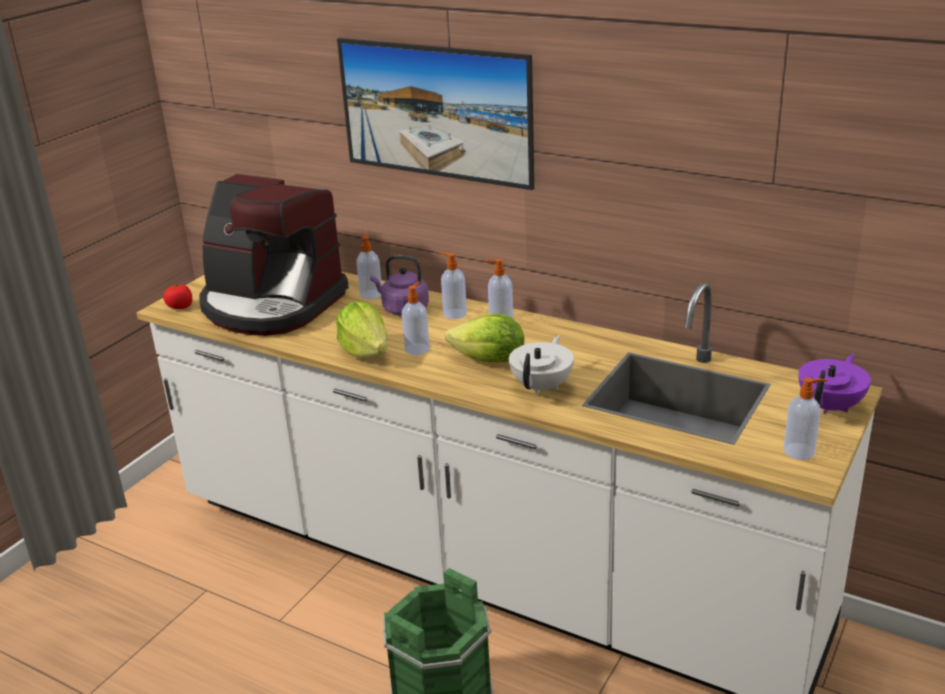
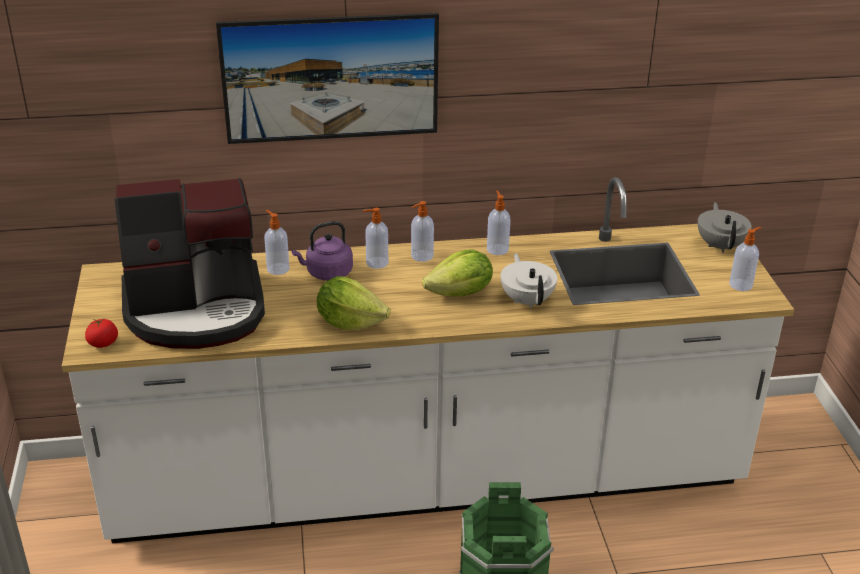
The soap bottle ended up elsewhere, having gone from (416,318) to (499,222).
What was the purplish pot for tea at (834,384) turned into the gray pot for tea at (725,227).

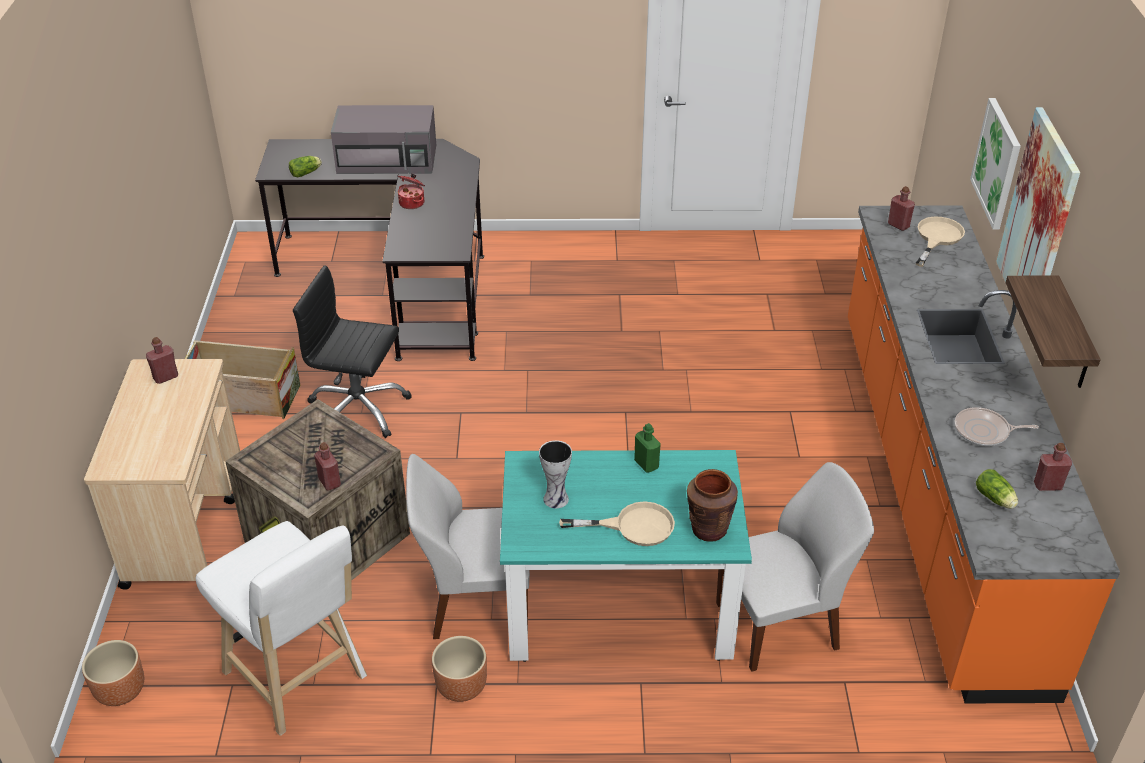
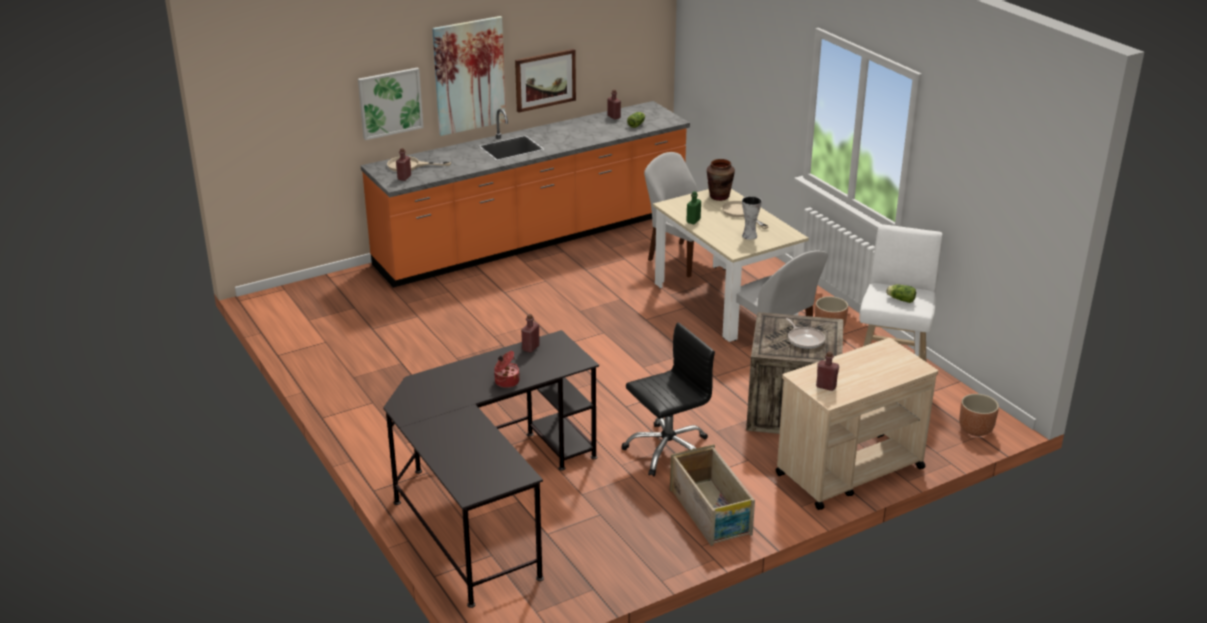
The second view lost the gray microwave oven at (383,139).
The lettuce ended up elsewhere, having gone from (305,166) to (901,294).
The red beverage bottle ended up elsewhere, having gone from (327,466) to (530,333).
The frying pan ended up elsewhere, having gone from (996,426) to (805,333).
Where the shelf hung at (1053,331), the wall picture came to hang at (545,81).
What was the turquoise kitchen table at (626,556) turned into the sand-coloured kitchen table at (731,265).
The black-coloured desk chair at (352,351) ended up facing another way, 105 degrees counterclockwise from before.

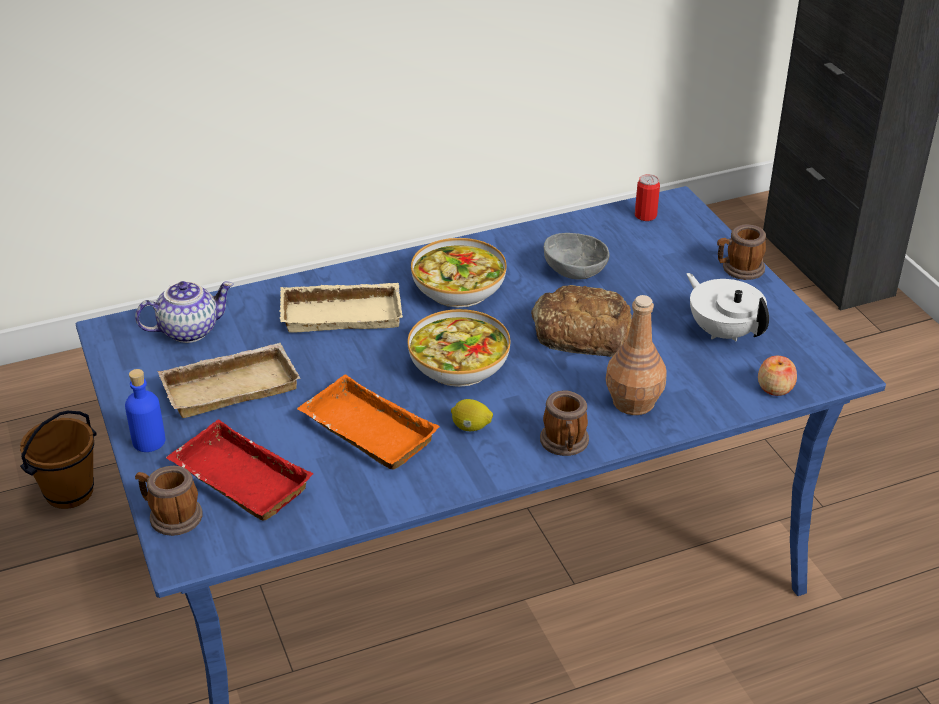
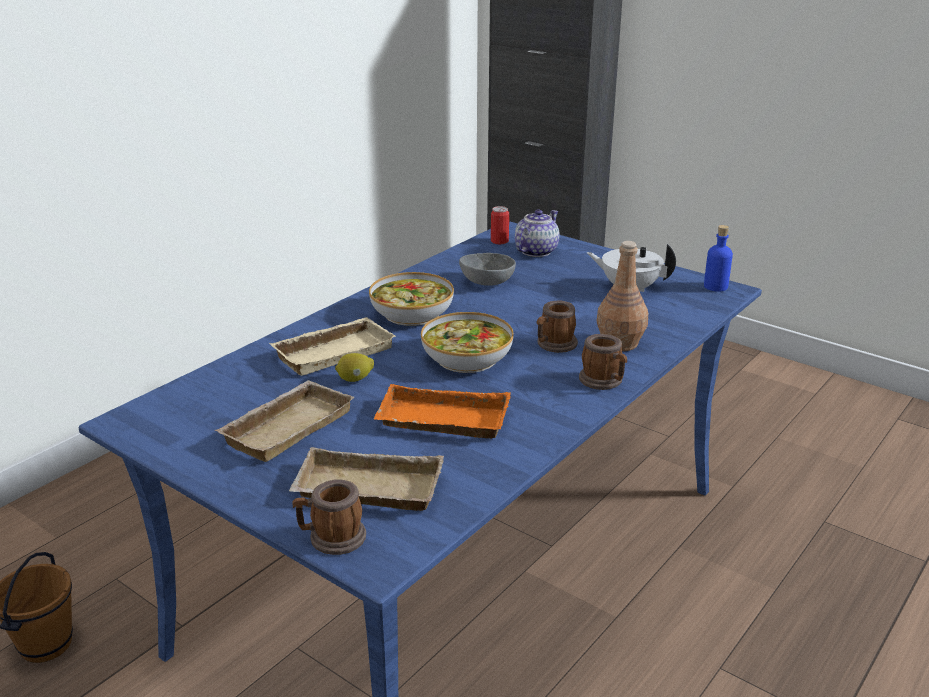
The second view lost the bread at (581,321).
The second view lost the whole apple at (777,376).
The blue-coloured beverage bottle ended up elsewhere, having gone from (145,410) to (718,258).
The pot for tea ended up elsewhere, having gone from (184,312) to (537,233).
The citrus fruit ended up elsewhere, having gone from (472,415) to (354,367).
The coffee mug ended up elsewhere, having gone from (741,252) to (557,326).
What was the red tray at (239,470) turned into the sand-coloured tray at (366,479).

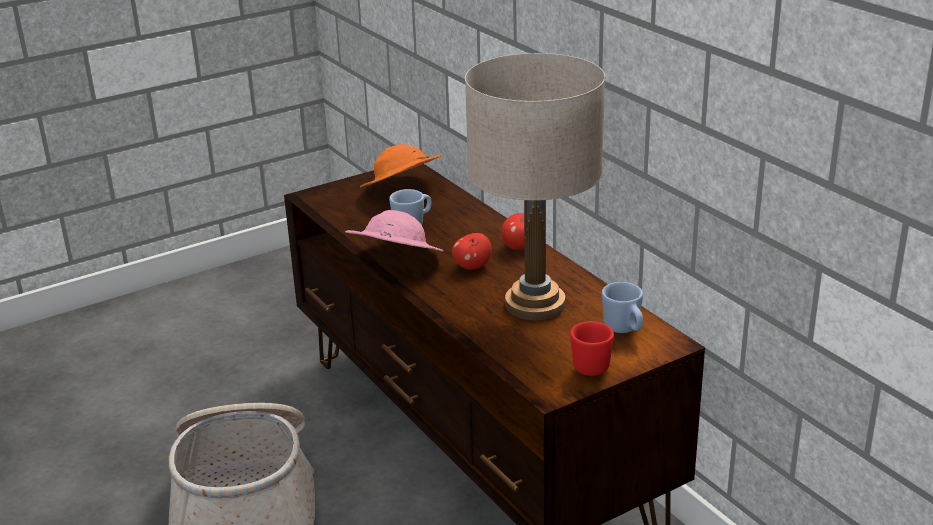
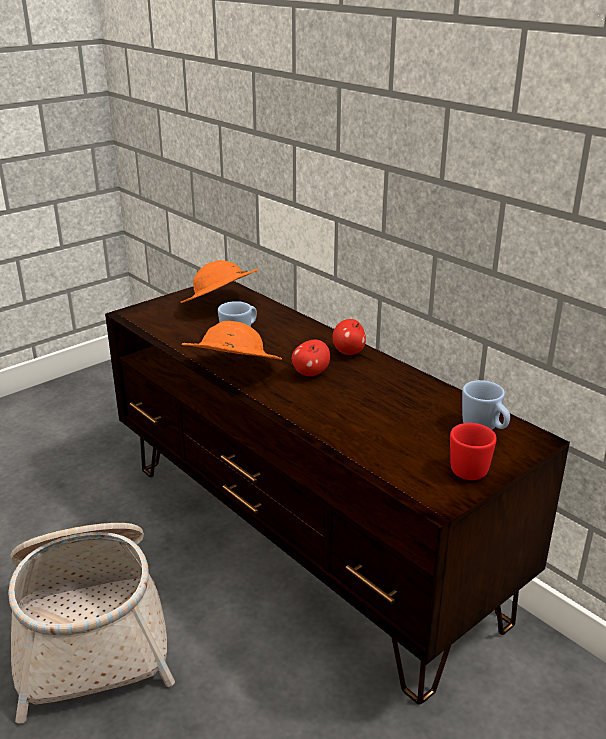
The second view lost the sand-coloured tabletop lamp at (535,186).
What was the pink hat at (394,230) turned into the orange-coloured hat at (232,340).

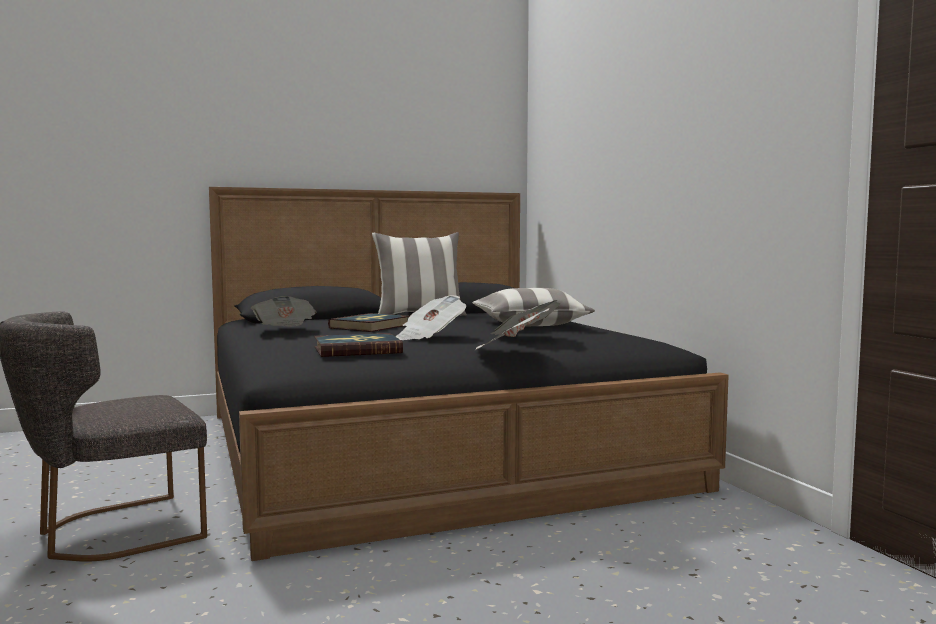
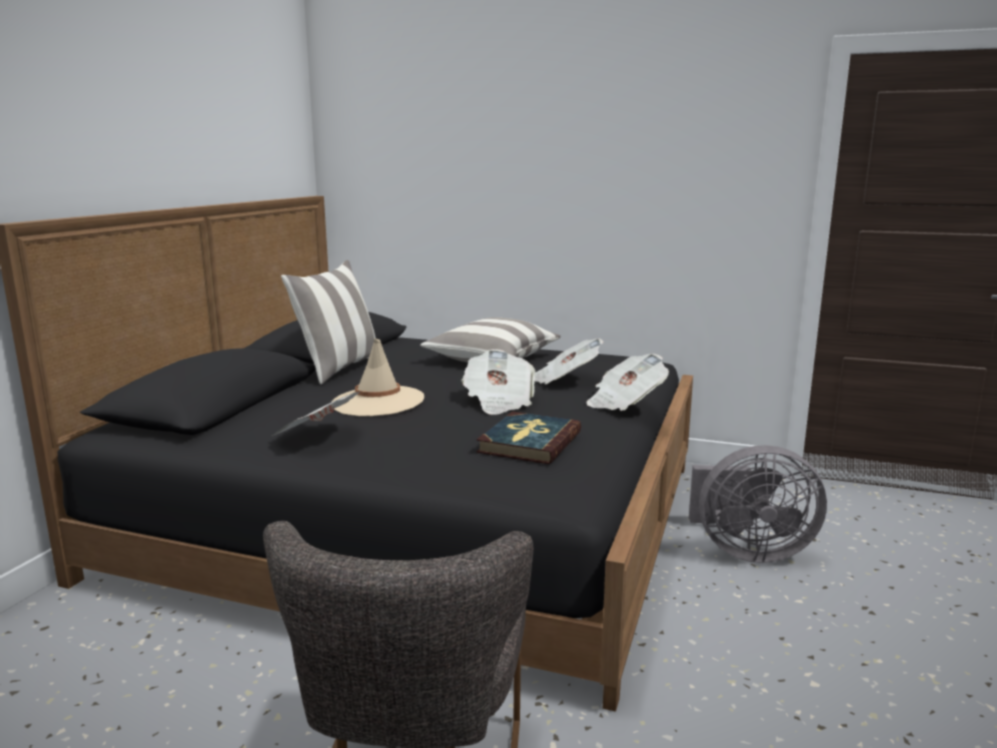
The second view gained the gray fan at (758,504).
Where the bound book stood at (368,322), the sand-coloured hat came to stand at (378,377).

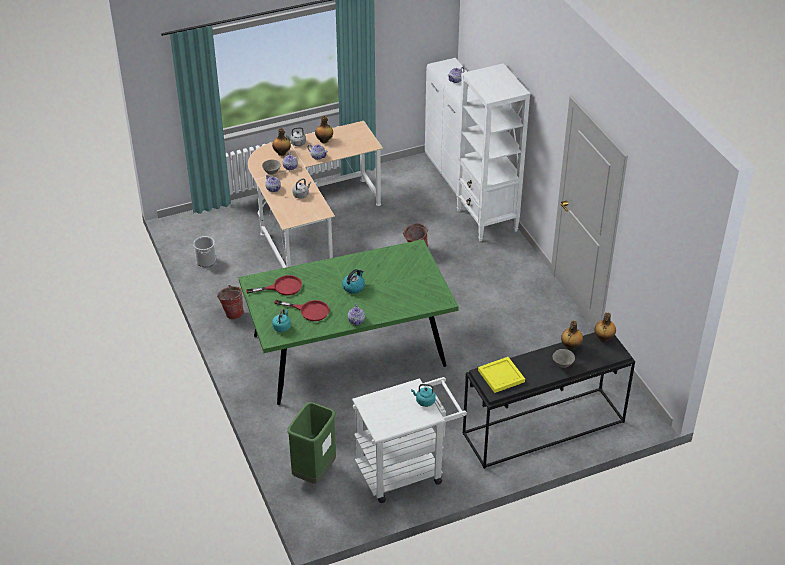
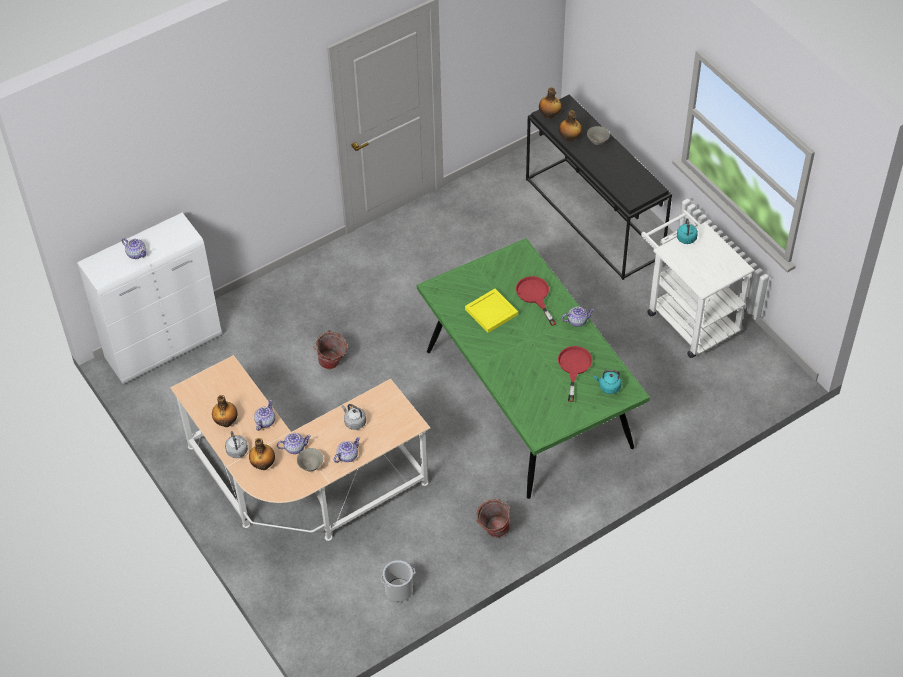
The second view lost the green rubbish bin at (311,443).
The second view lost the kettle at (353,281).
The second view lost the white-coloured bookcase at (493,152).
The red frying pan ended up elsewhere, having gone from (274,285) to (536,301).
The yellowish tray ended up elsewhere, having gone from (501,375) to (491,311).

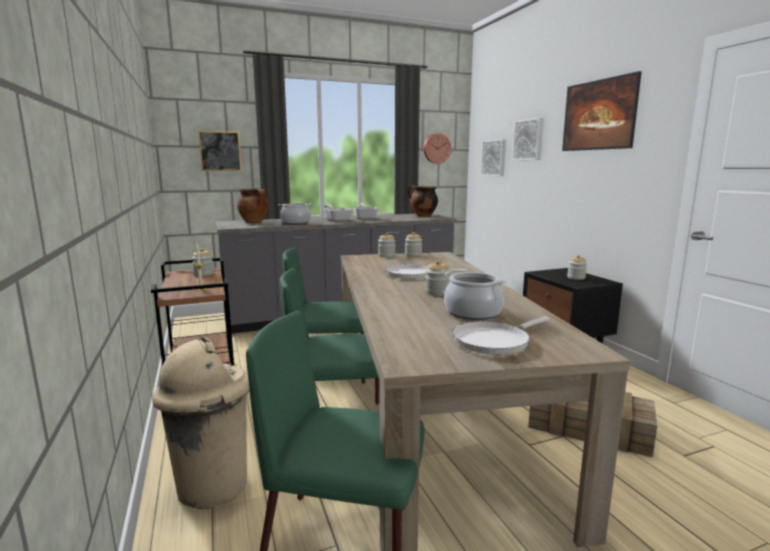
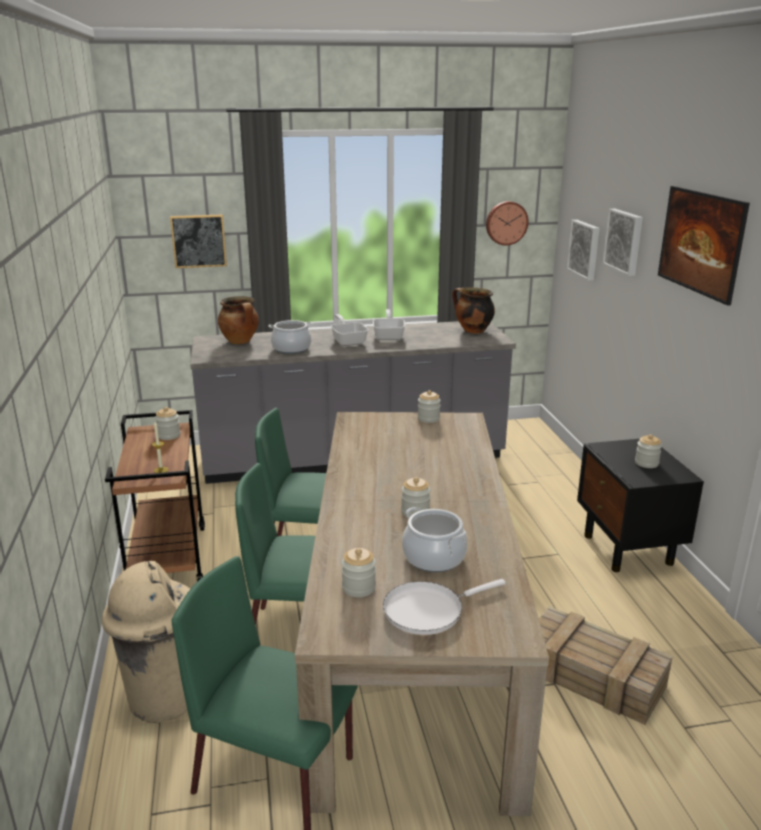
The second view lost the white-coloured frying pan at (426,271).
The storage jar ended up elsewhere, having gone from (387,245) to (359,572).

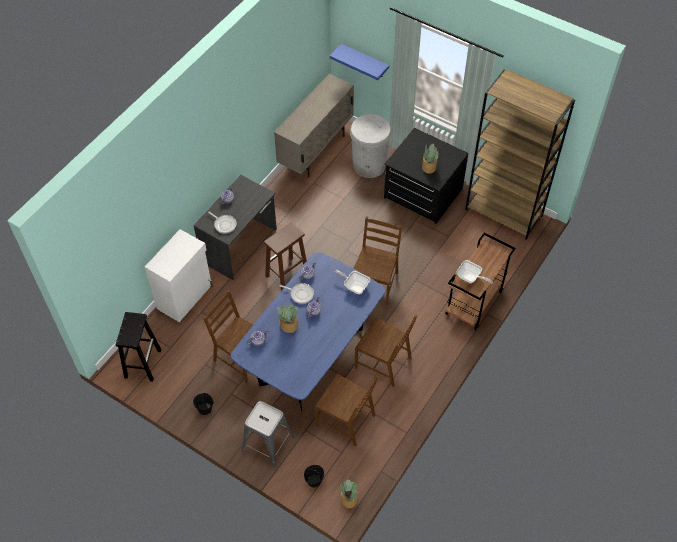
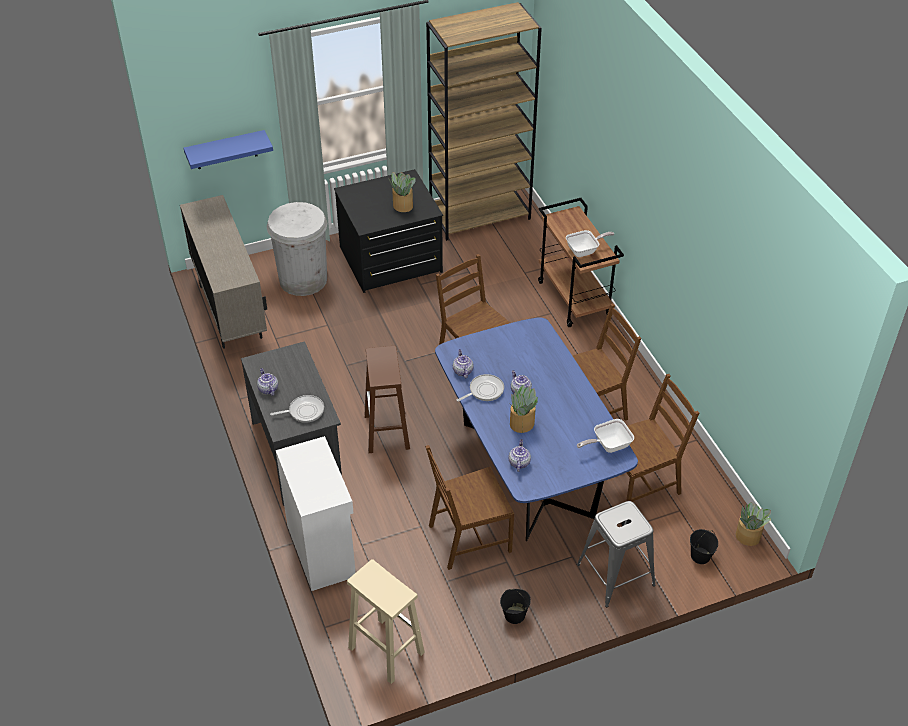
The frying pan ended up elsewhere, having gone from (352,282) to (605,436).
What was the black-coloured stool seat at (139,347) turned into the sand-coloured stool seat at (386,621).

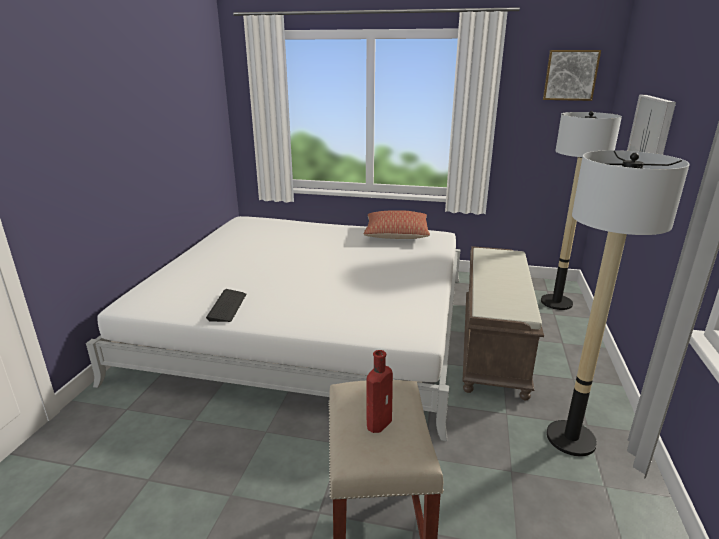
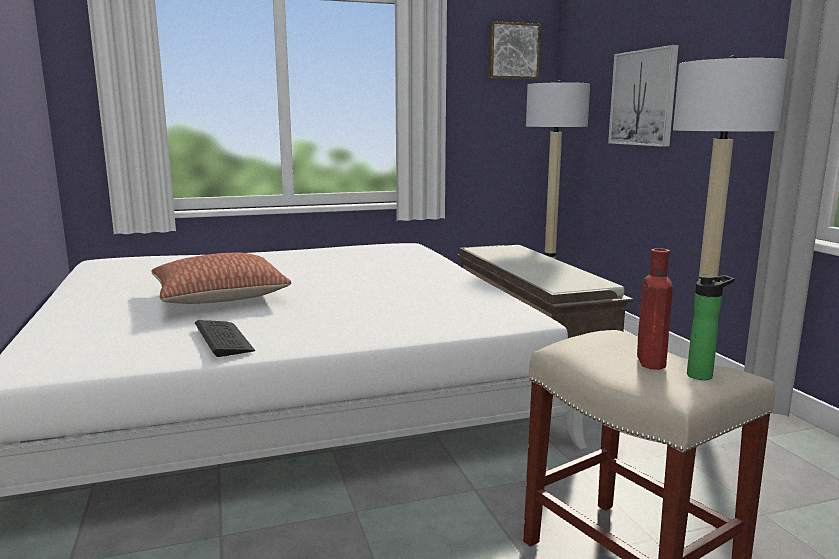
The second view gained the beverage bottle at (710,327).
The cushion ended up elsewhere, having gone from (397,224) to (221,278).

